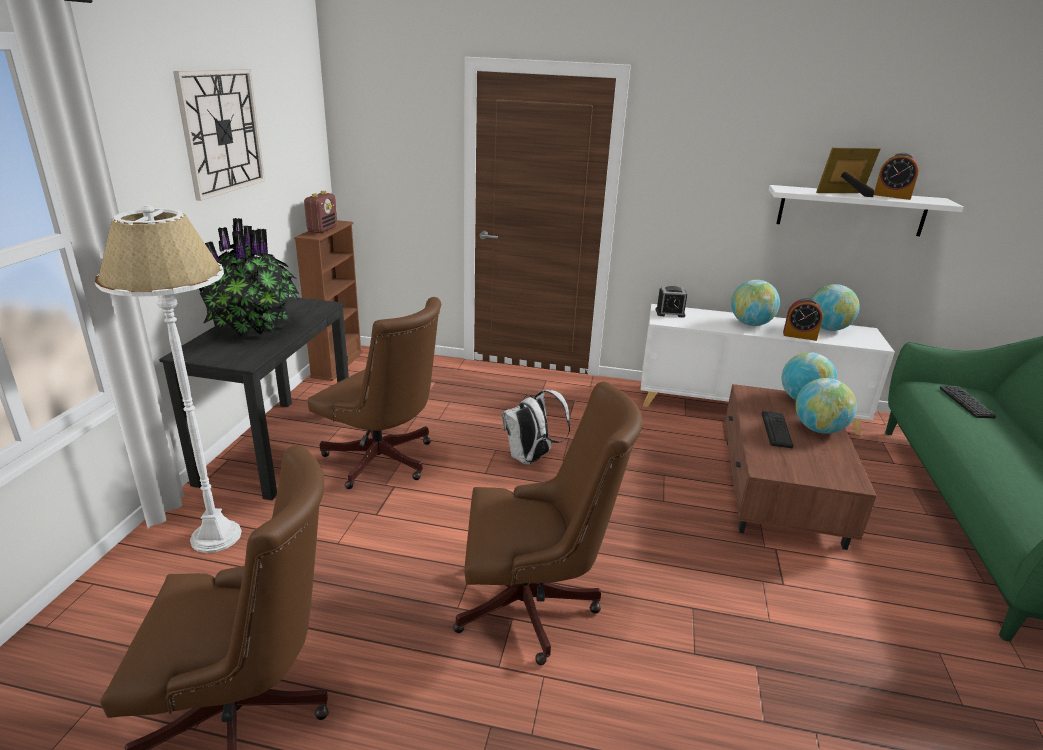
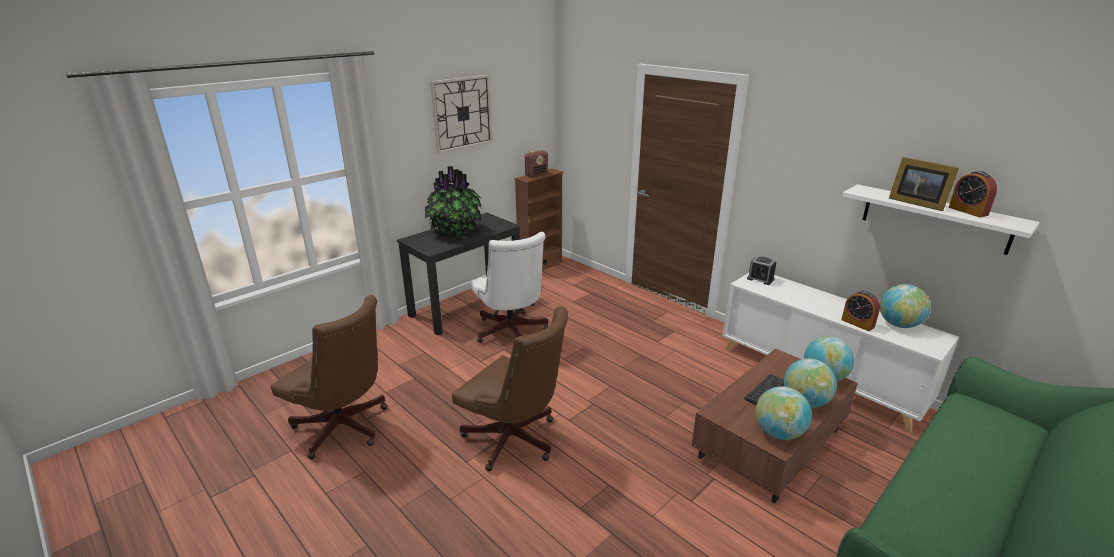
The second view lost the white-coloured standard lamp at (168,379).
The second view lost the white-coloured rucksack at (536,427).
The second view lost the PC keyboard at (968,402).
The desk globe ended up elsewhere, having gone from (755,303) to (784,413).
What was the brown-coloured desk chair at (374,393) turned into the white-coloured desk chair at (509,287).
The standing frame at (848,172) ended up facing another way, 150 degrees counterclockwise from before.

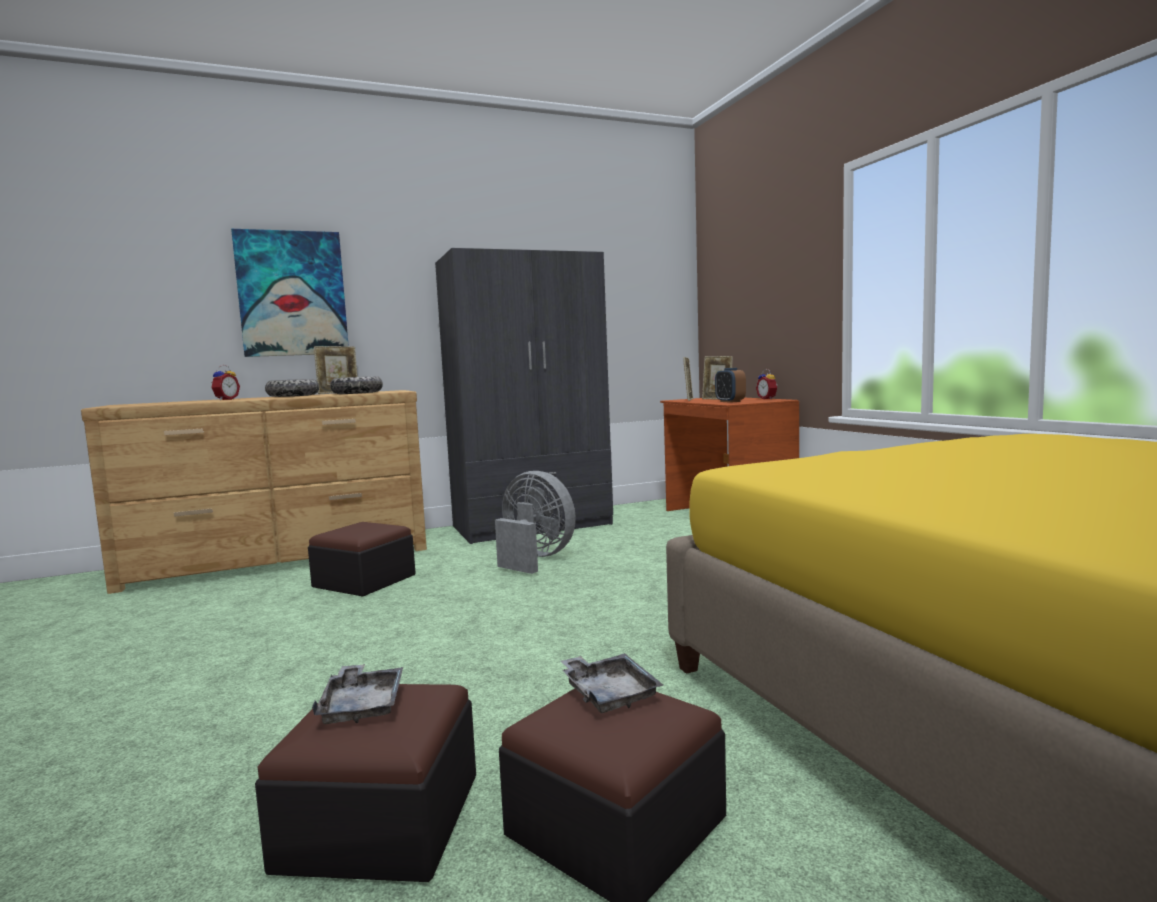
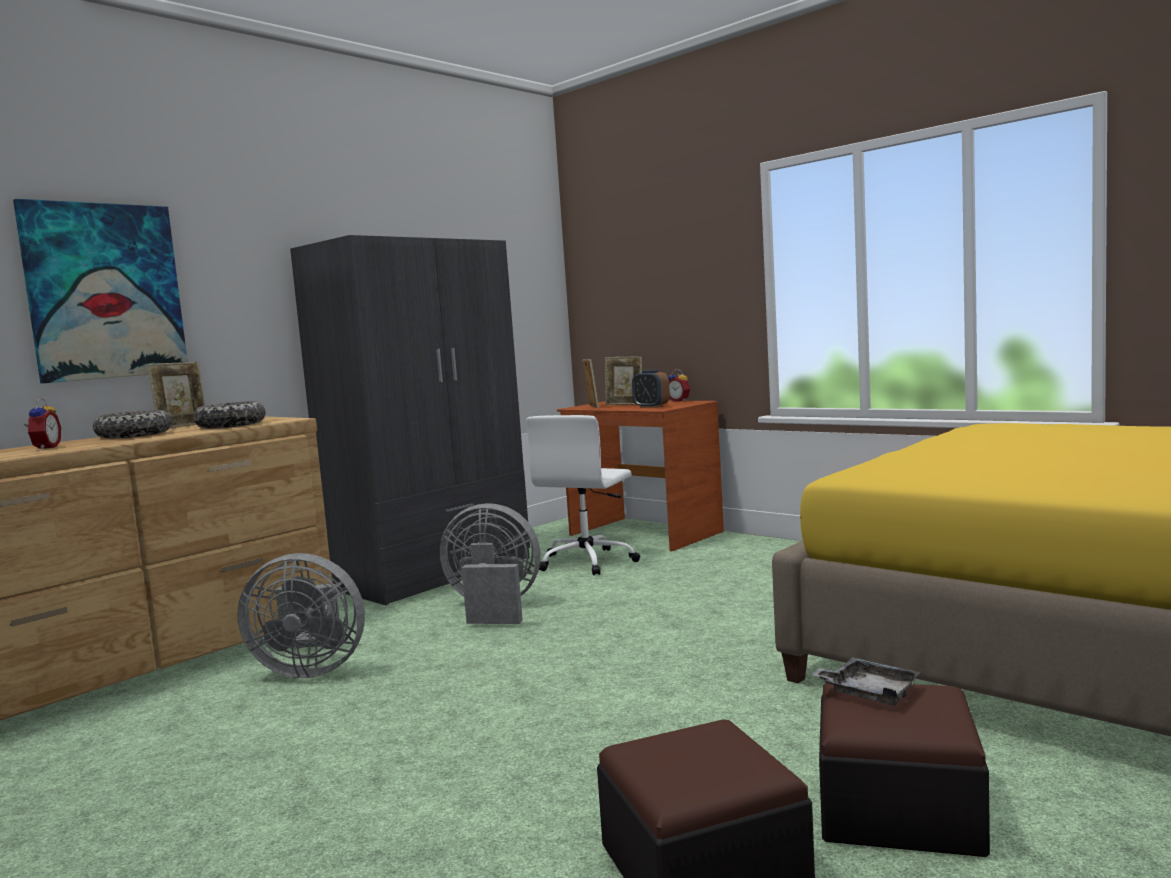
The second view lost the gray tray at (357,694).
The second view gained the white-coloured desk chair at (583,495).
Where the pouffe stood at (362,559), the gray fan came to stand at (301,615).

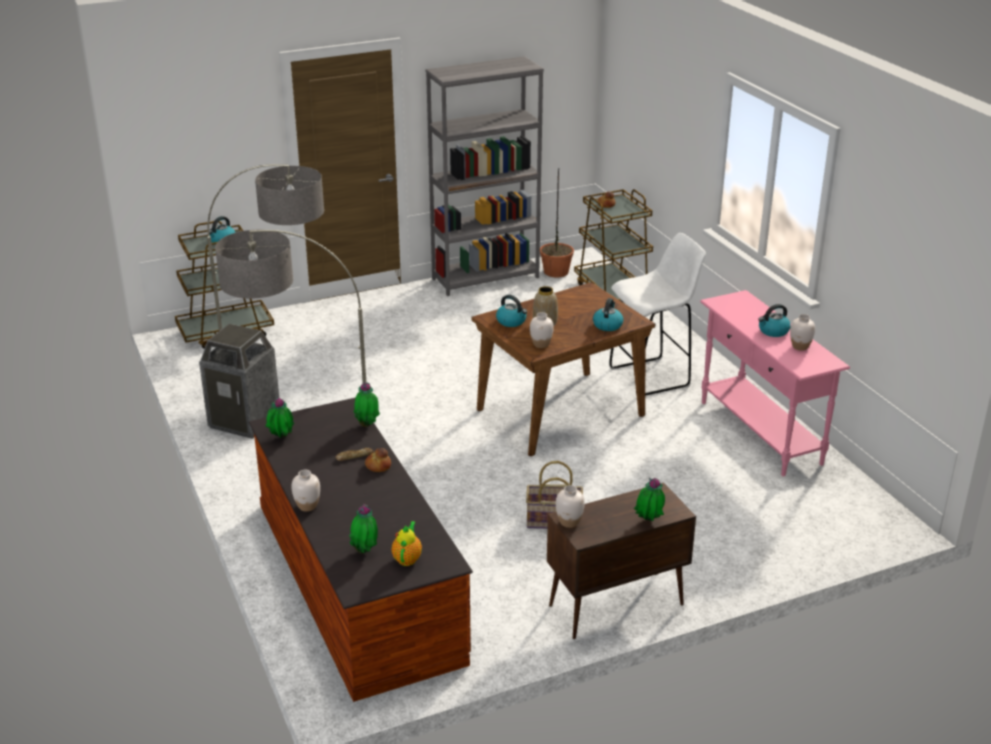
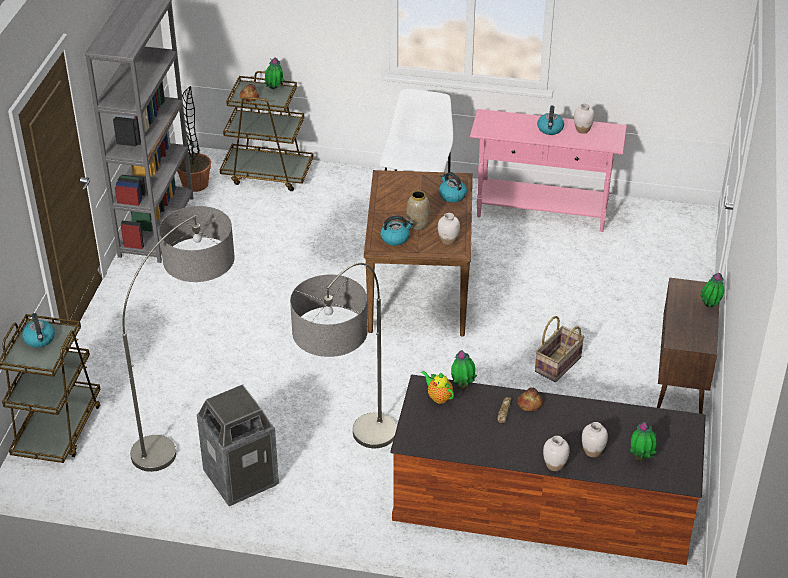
The potted plant ended up elsewhere, having gone from (280,417) to (274,73).
The pot for tea ended up elsewhere, having gone from (407,543) to (437,387).
The white-coloured vase ended up elsewhere, having gone from (570,506) to (595,439).

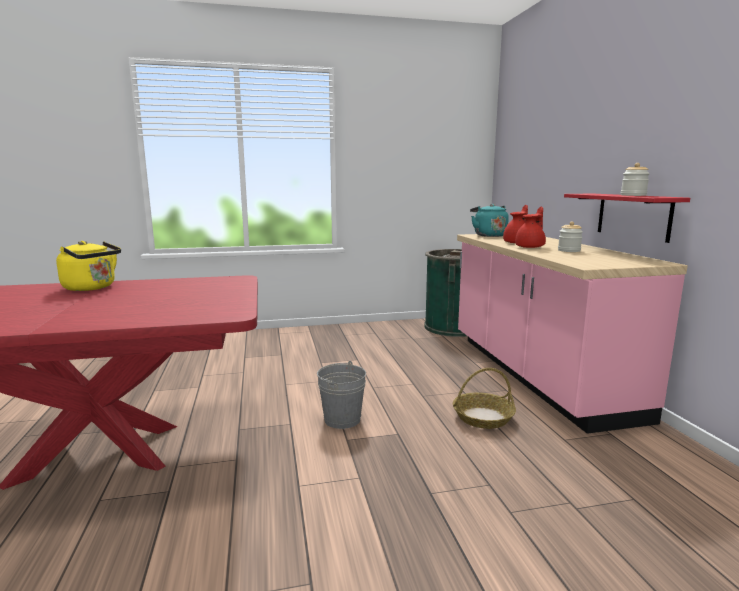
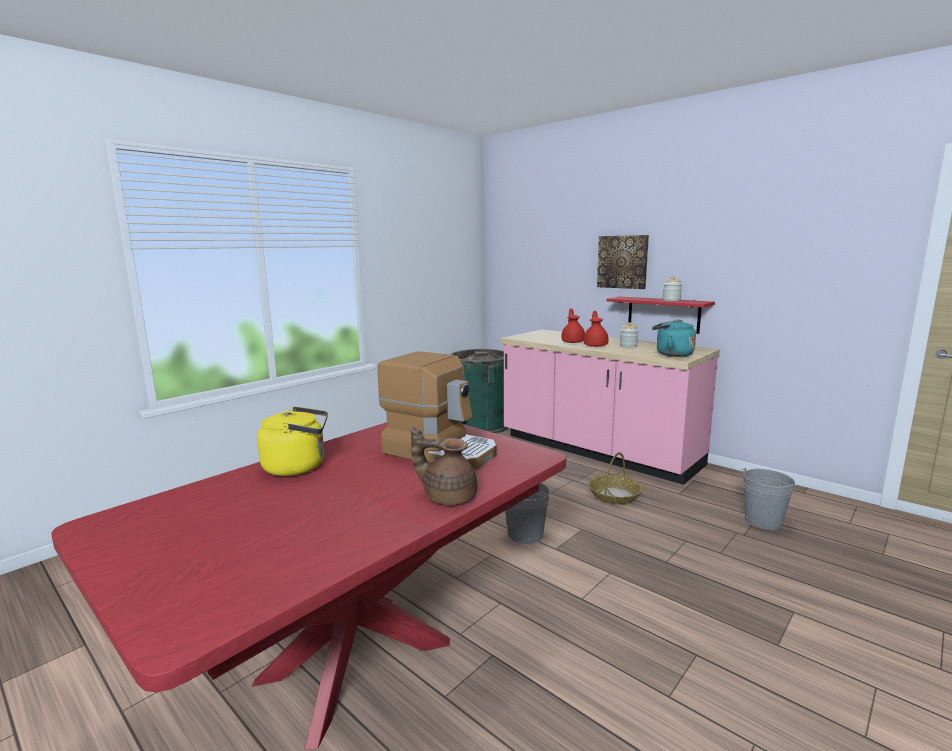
The second view gained the coffee brewer at (437,410).
The second view gained the brown-coloured pot for tea at (444,466).
The second view gained the wall picture at (623,262).
The second view gained the gray bucket at (768,499).
The turquoise kettle ended up elsewhere, having gone from (489,220) to (674,338).

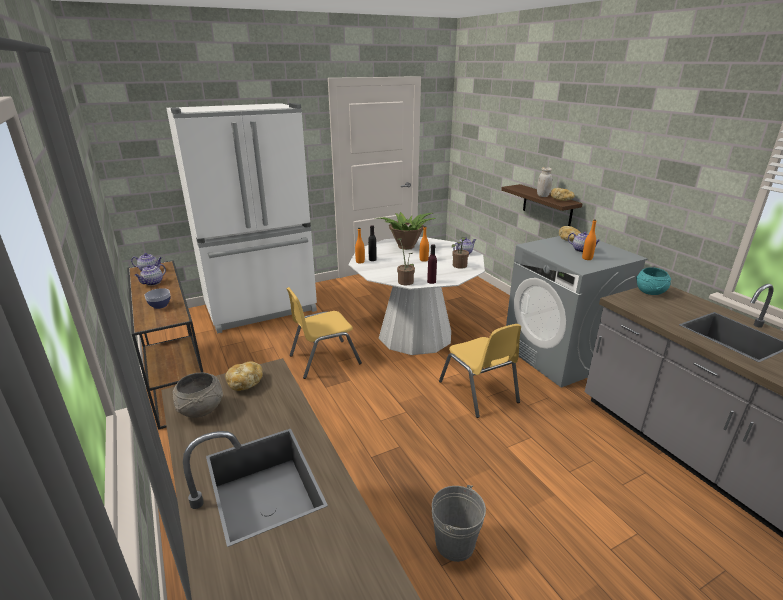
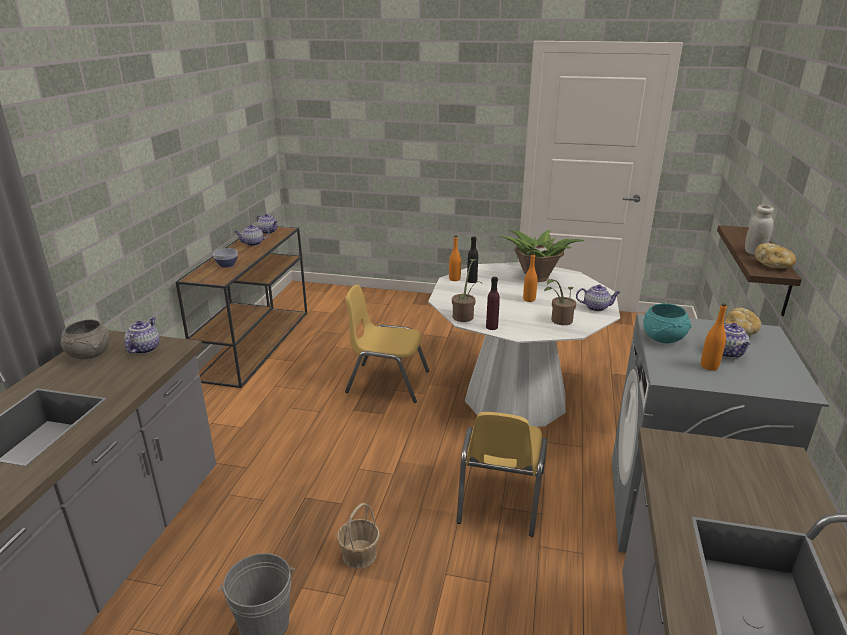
The second view lost the white-coloured fridge at (241,218).
The second view gained the storage basket at (358,536).
The turquoise bowl ended up elsewhere, having gone from (653,281) to (667,323).
Where the bread stood at (244,376), the pot for tea came to stand at (142,335).

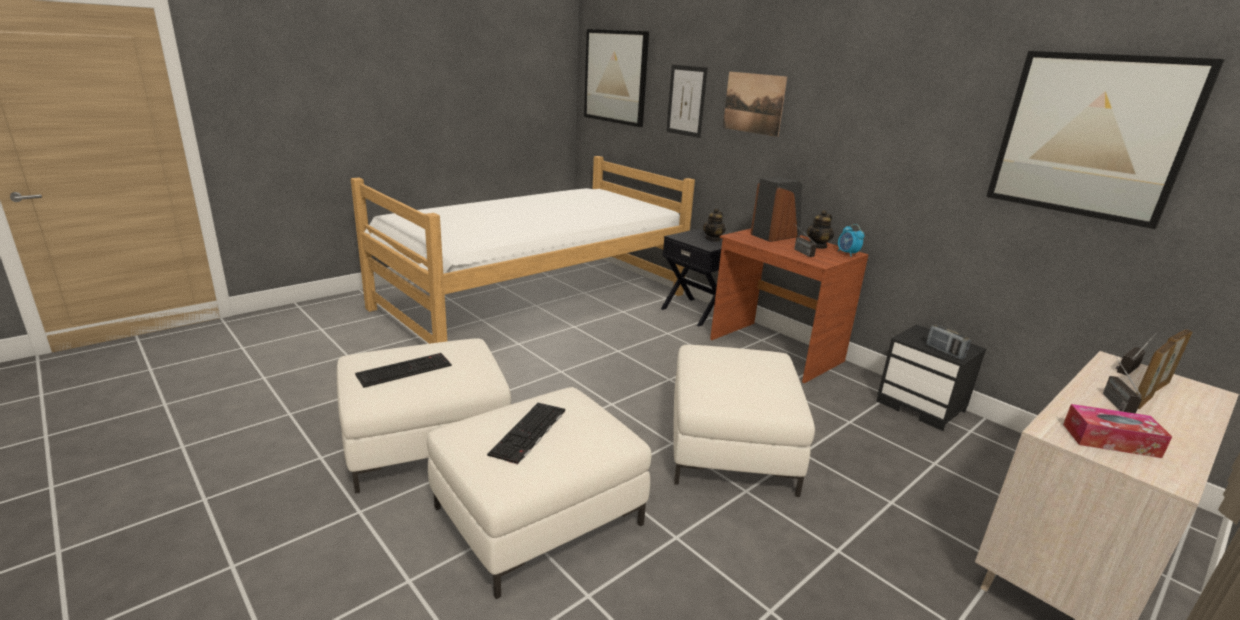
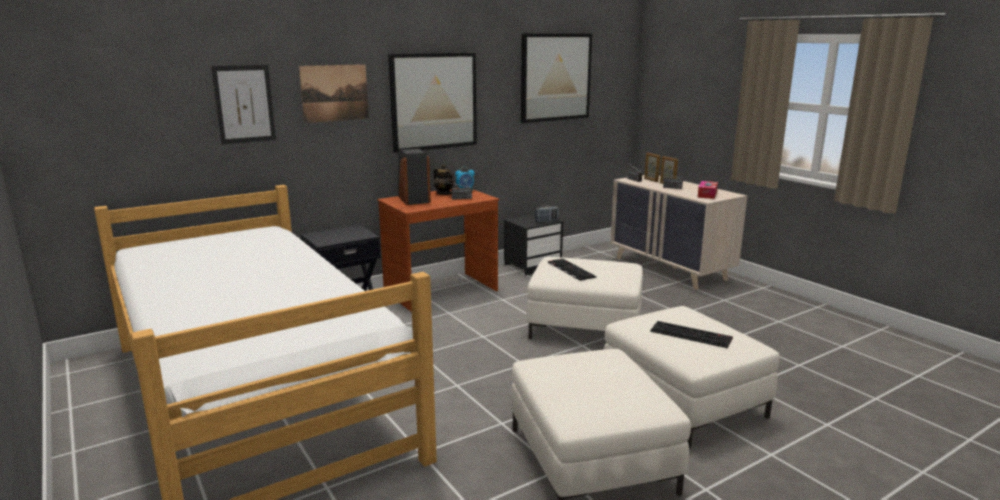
The second view lost the pot for tea at (714,225).
The PC keyboard ended up elsewhere, having gone from (403,370) to (572,270).
The wall picture ended up elsewhere, having gone from (616,78) to (432,103).

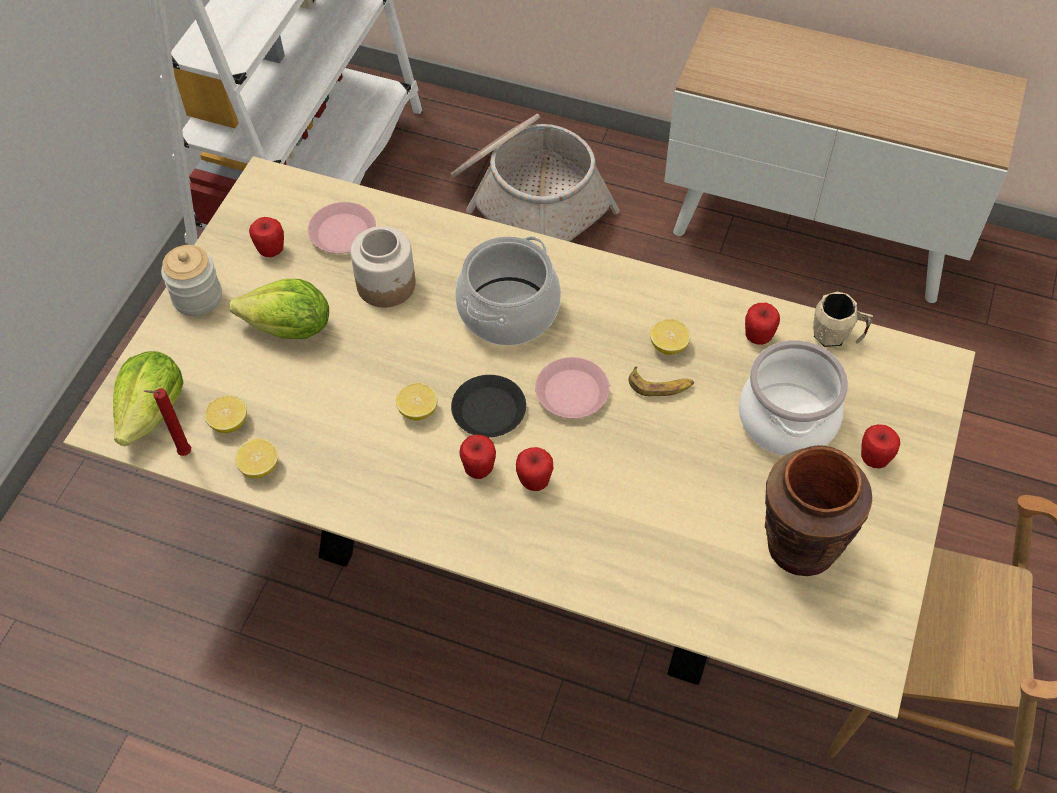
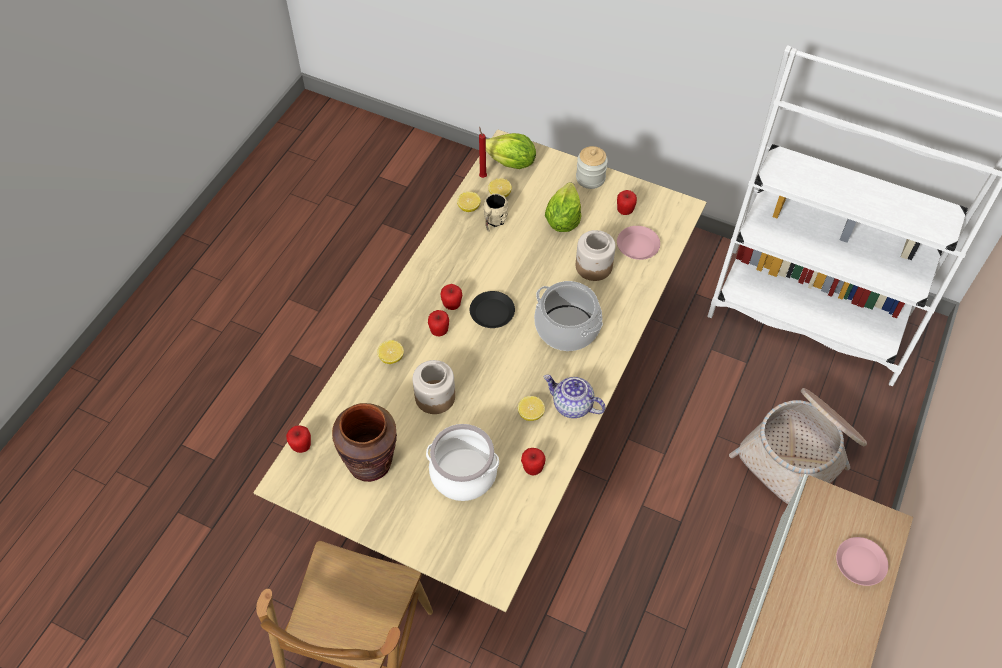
The second view lost the whole banana at (661,381).
The second view gained the storage jar at (434,387).
The second view gained the pot for tea at (575,396).
The citrus fruit ended up elsewhere, having gone from (417,401) to (390,352).
The pink plate ended up elsewhere, having gone from (572,388) to (862,561).
The sand-coloured coffee mug ended up elsewhere, having gone from (843,319) to (495,212).
The whole apple ended up elsewhere, having gone from (880,446) to (298,439).

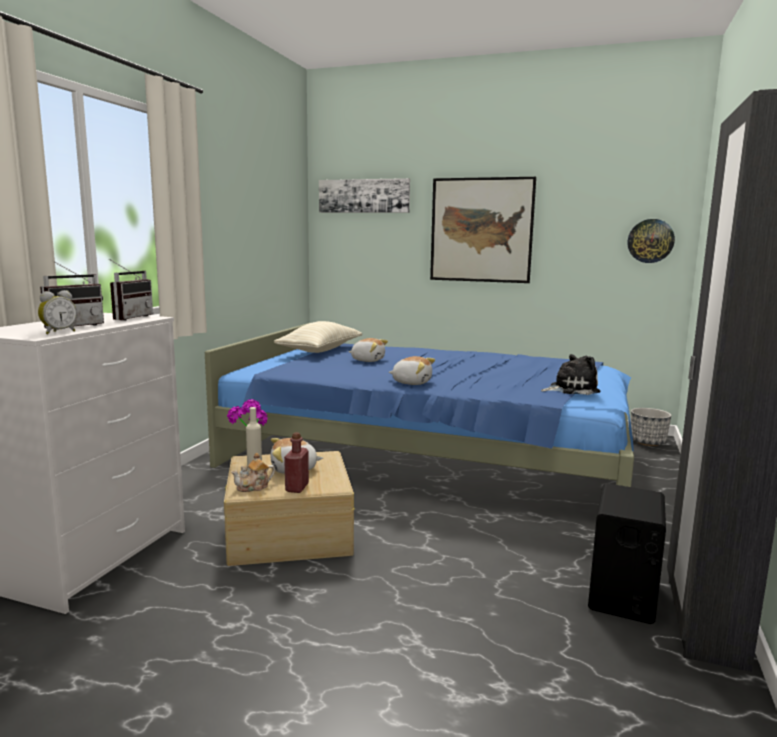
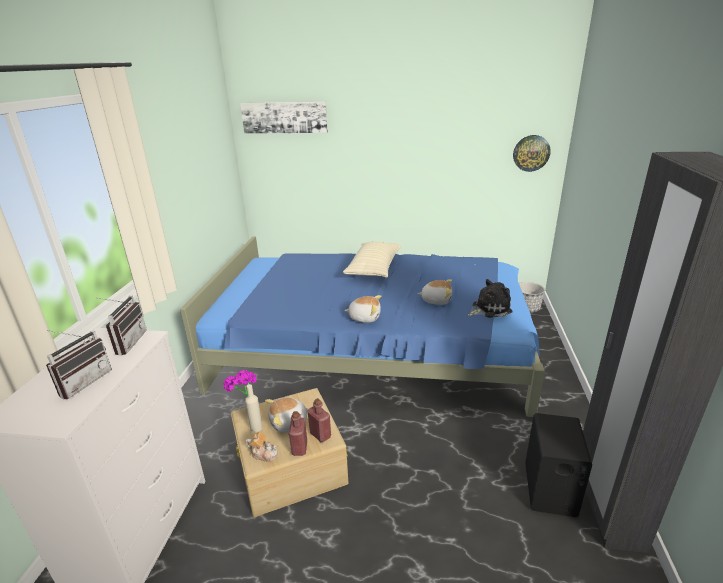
The second view lost the alarm clock at (57,312).
The second view lost the wall picture at (483,230).
The second view gained the red beverage bottle at (319,420).
The sand-coloured cushion ended up elsewhere, having gone from (318,337) to (372,259).
The plush toy ended up elsewhere, having gone from (368,350) to (434,292).
The pot for tea at (253,472) ended up facing another way, 120 degrees counterclockwise from before.

